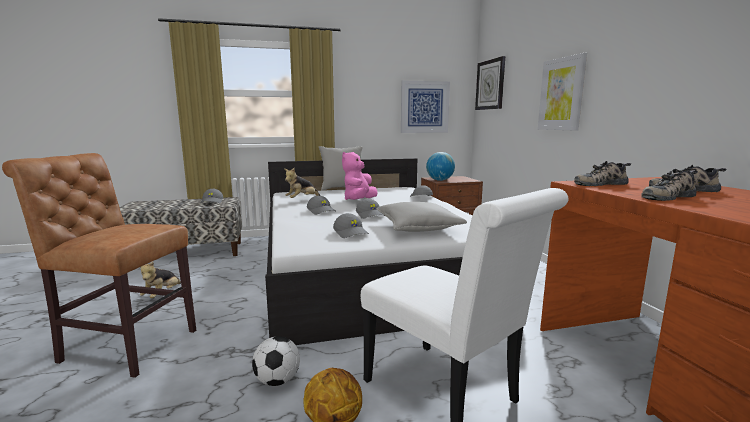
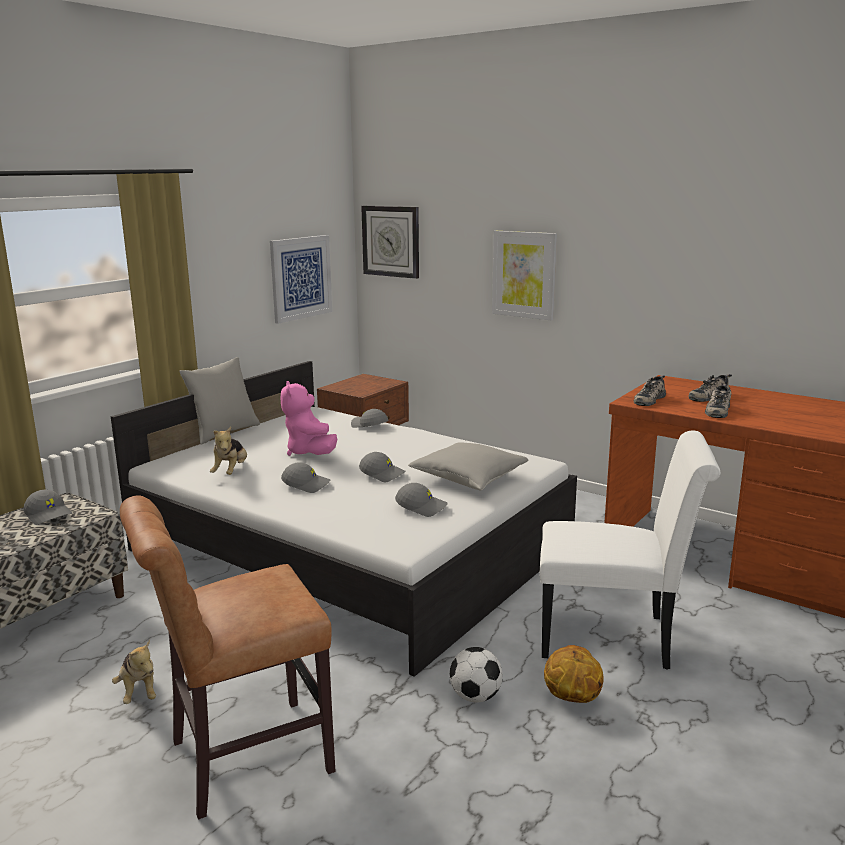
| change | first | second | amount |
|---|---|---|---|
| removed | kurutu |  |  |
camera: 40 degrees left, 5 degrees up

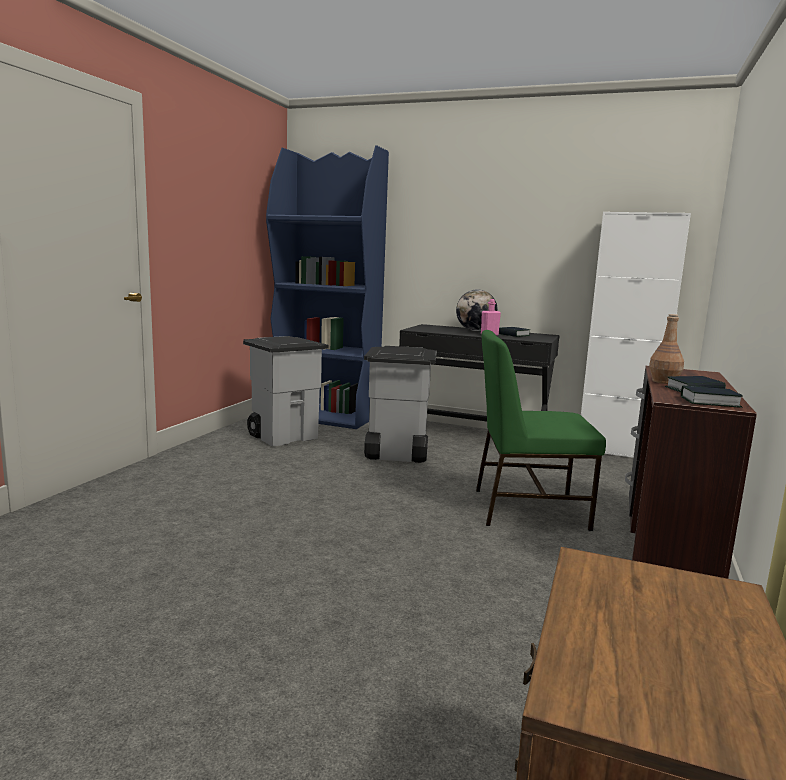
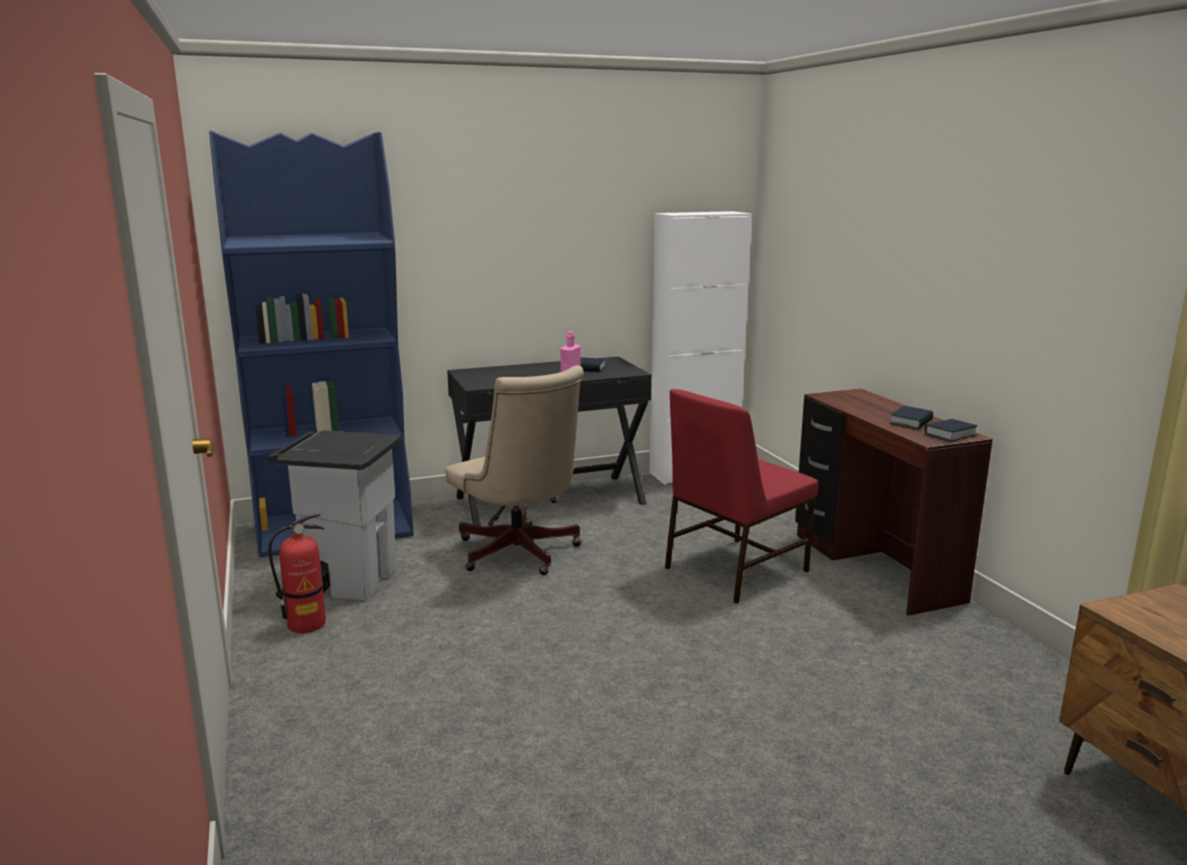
| change | first | second | amount |
|---|---|---|---|
| replaced | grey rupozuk (2nd from left) | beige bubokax |  |
| removed | kurutu |  |  |
| recoloured | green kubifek | red kubifek |  |
| removed | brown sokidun |  |  |
| added |  | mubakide |  |
camera: 40 degrees left, 5 degrees up

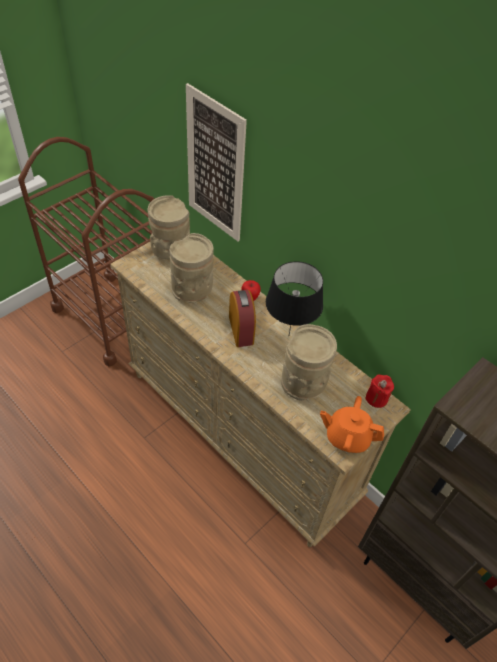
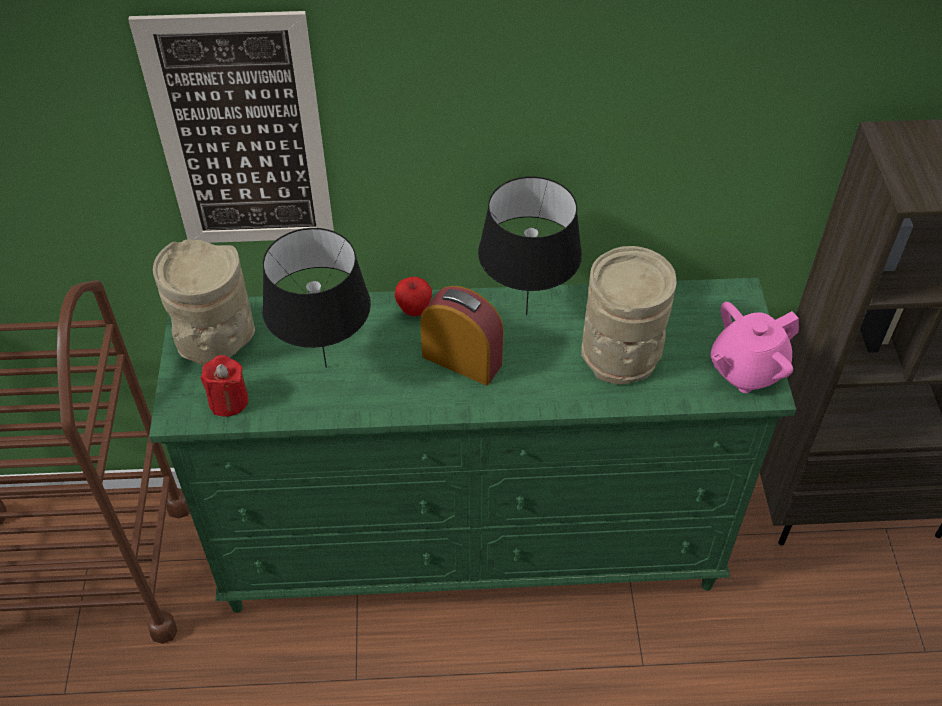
| change | first | second | amount |
|---|---|---|---|
| recoloured | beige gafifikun | green gafifikun |  |
| replaced | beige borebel (2nd from left) | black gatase (1st from left) |  |
| recoloured | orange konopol | pink konopol |  |
| moved | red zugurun |  |  |
camera: 45 degrees left, 0 degrees up

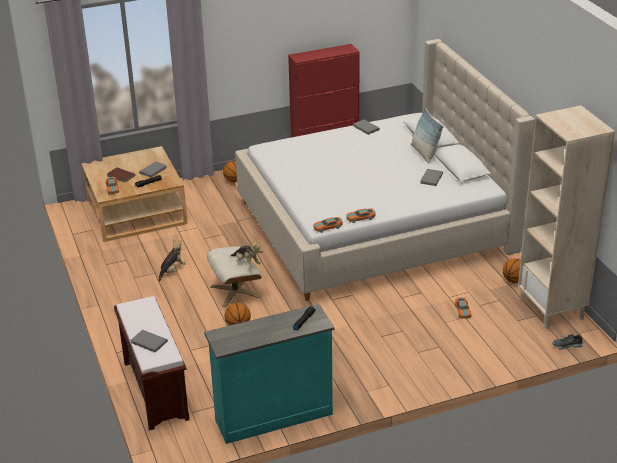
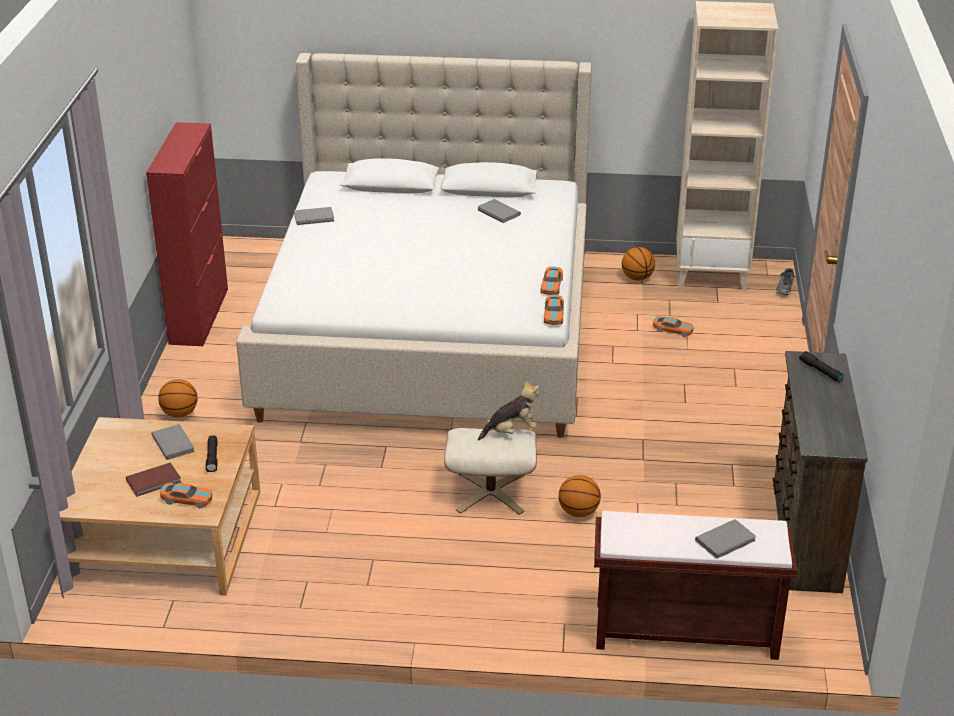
| change | first | second | amount |
|---|---|---|---|
| removed | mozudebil (1st from left) |  |  |
| recoloured | turquoise gafifikun | brown gafifikun |  |
| removed | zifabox |  |  |
camera: 65 degrees left, 0 degrees up

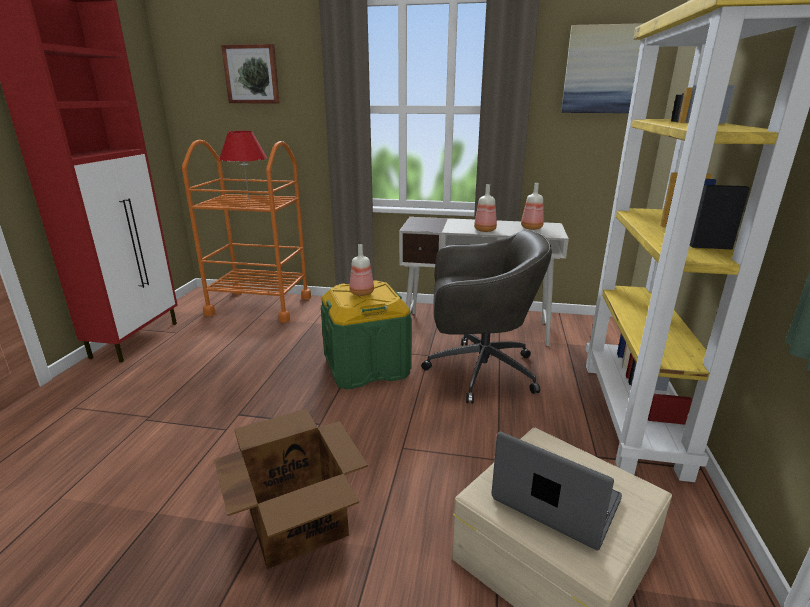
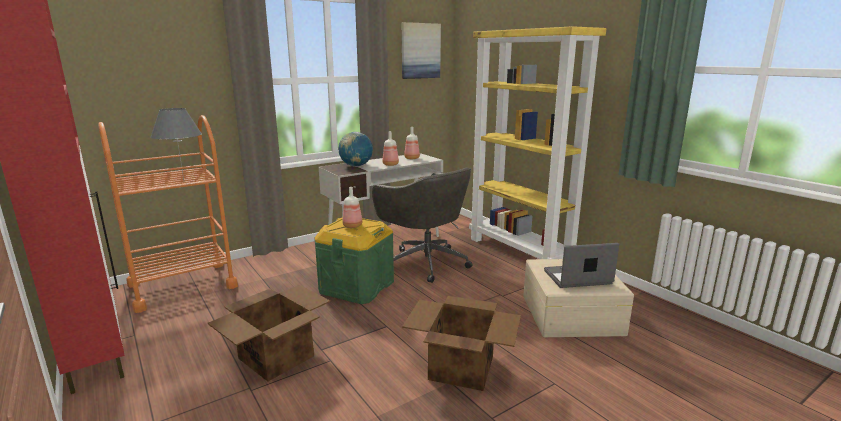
| change | first | second | amount |
|---|---|---|---|
| recoloured | red gatase | grey gatase |  |
| removed | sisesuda (1st from left) |  |  |
| turned | grey bubokax |  | 90 degrees clockwise |
| added |  | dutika (1st from left) |  |
| added |  | kurutu |  |
camera: 45 degrees left, 5 degrees down

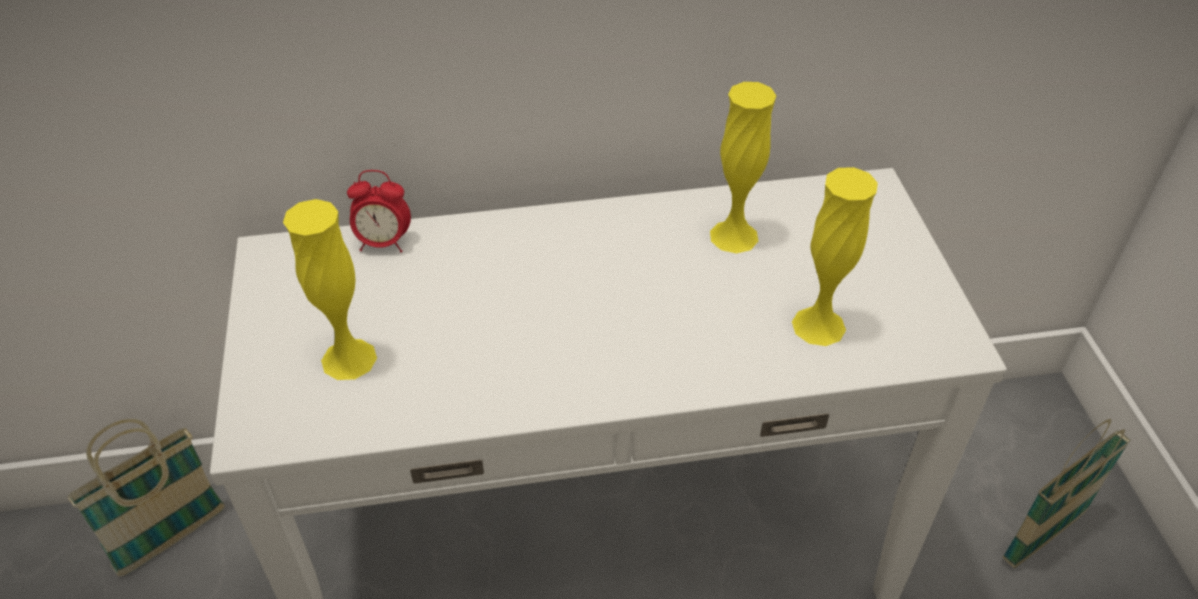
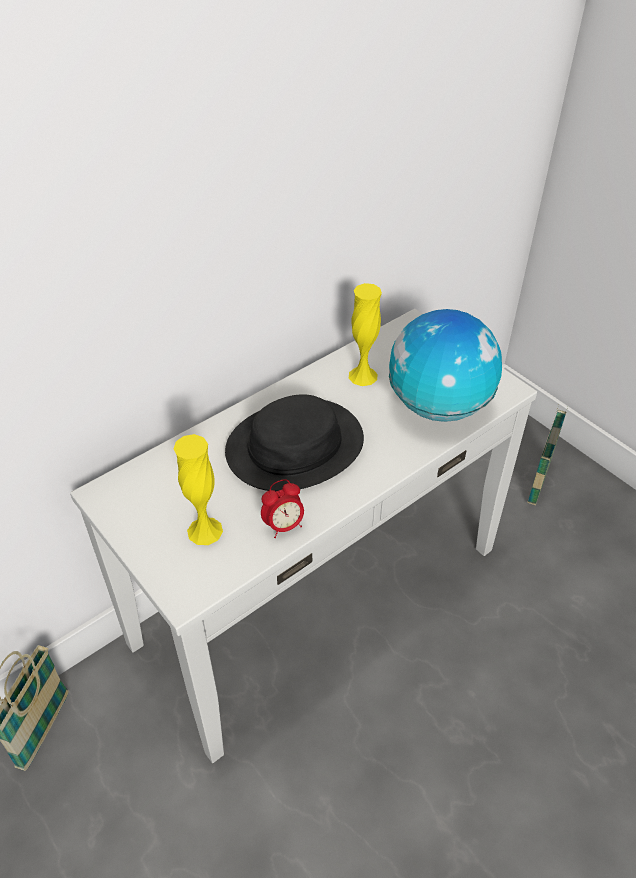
| change | first | second | amount |
|---|---|---|---|
| moved | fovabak |  |  |
| replaced | yellow borebel (3rd from left) | kurutu |  |
| added |  | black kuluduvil |  |
camera: 30 degrees left, 0 degrees up

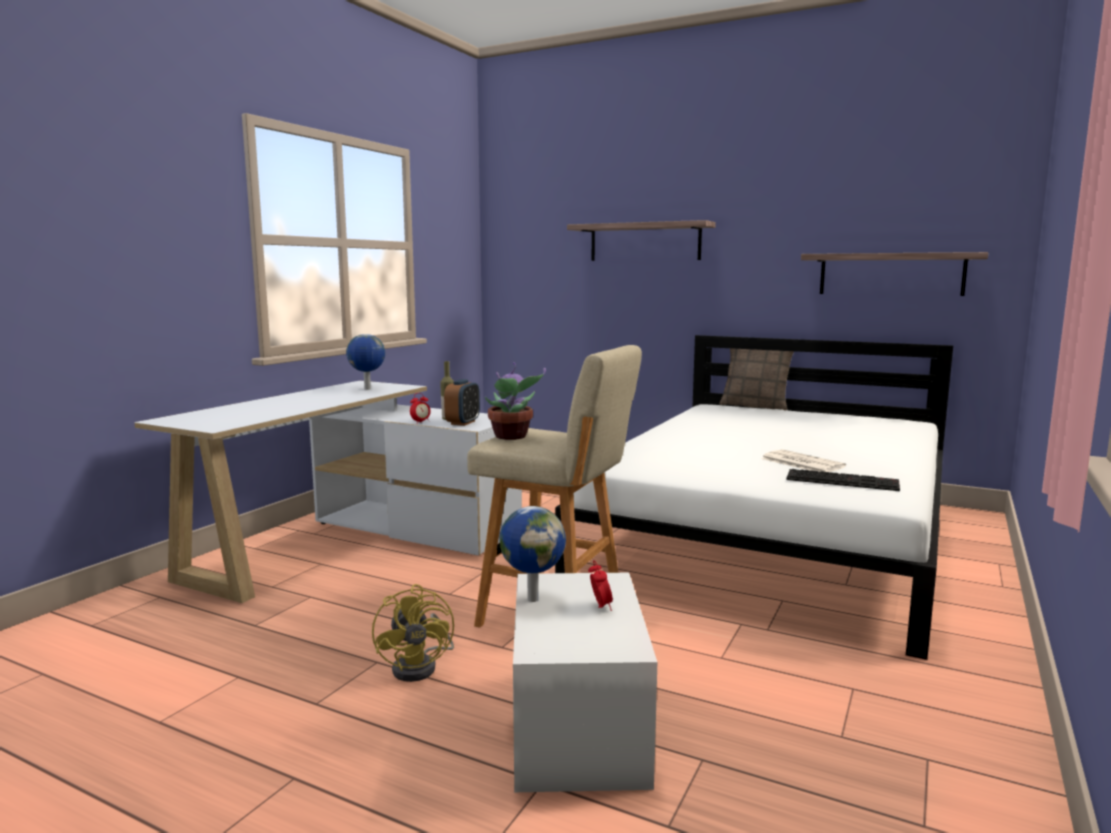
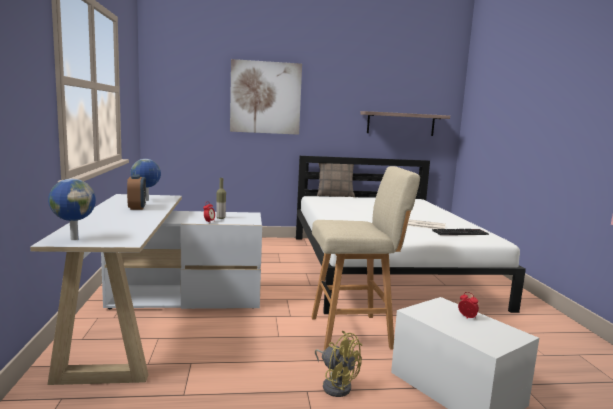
| change | first | second | amount |
|---|---|---|---|
| moved | fovabak (2nd from left in the first image) | fovabak (1st from left) |  |
| removed | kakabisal |  |  |
| moved | kurutu (2nd from left in the first image) | kurutu (1st from left) |  |
| replaced | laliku (1st from left) | sisesuda |  |
camera: 35 degrees left, 0 degrees up

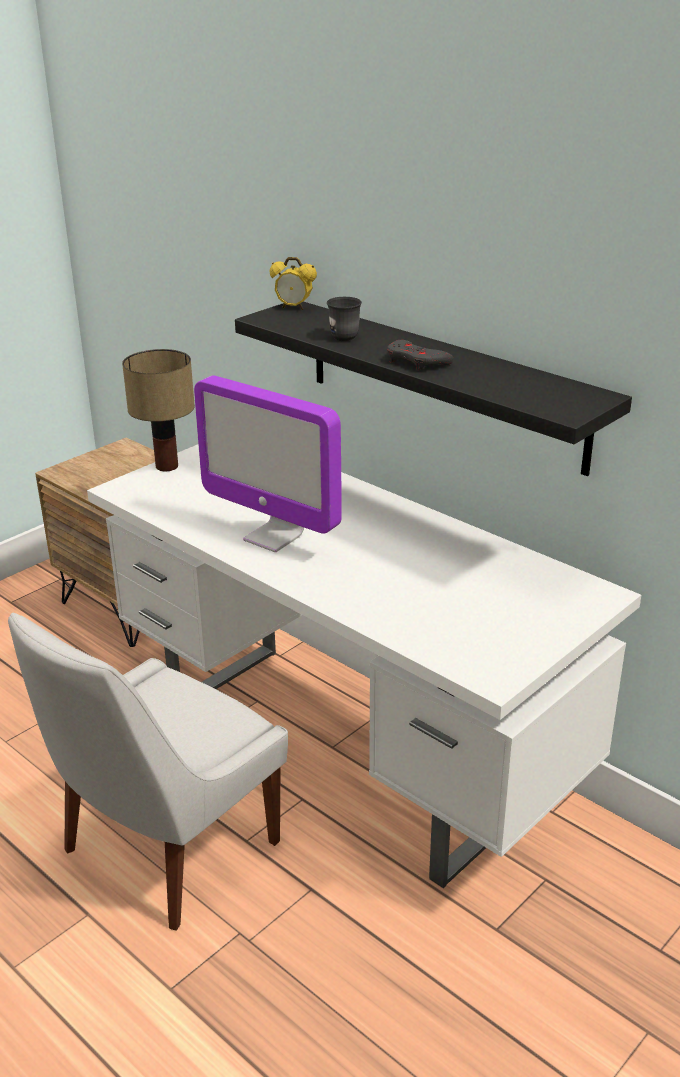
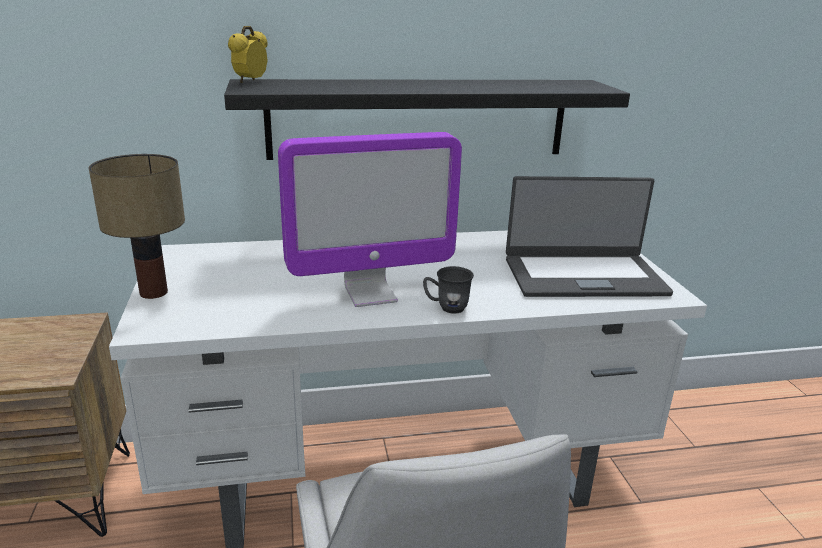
| change | first | second | amount |
|---|---|---|---|
| turned | fovabak |  | 150 degrees clockwise |
| moved | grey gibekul |  |  |
| removed | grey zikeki |  |  |
| added |  | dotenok |  |
camera: 55 degrees left, 5 degrees down

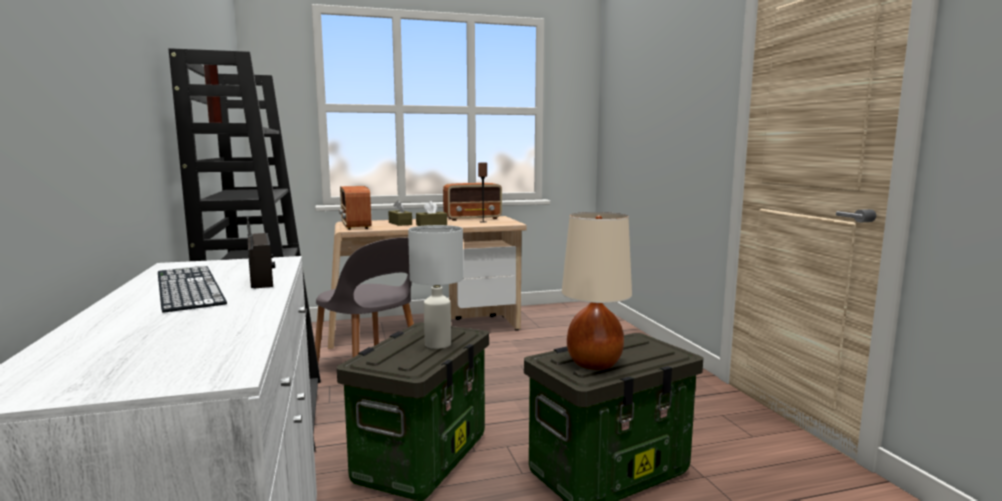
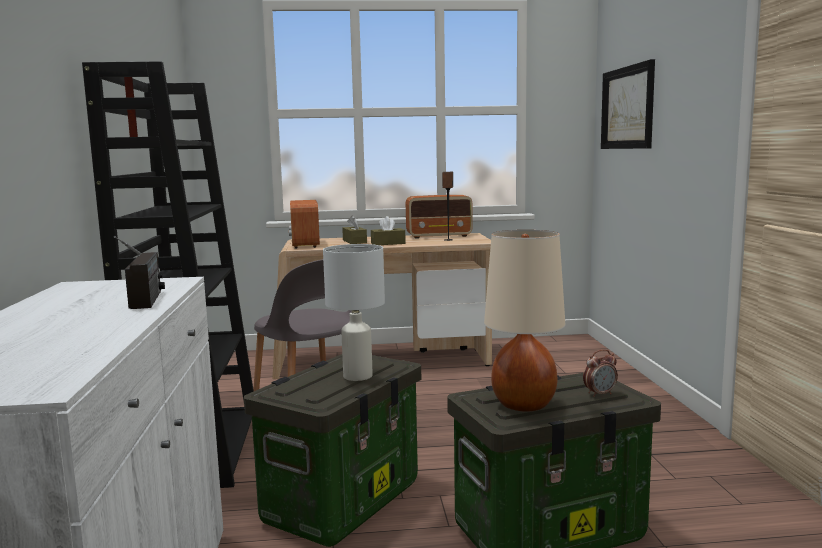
| change | first | second | amount |
|---|---|---|---|
| removed | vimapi |  |  |
| added |  | fovabak |  |
| added |  | sisesuda |  |
camera: 10 degrees right, 0 degrees up

